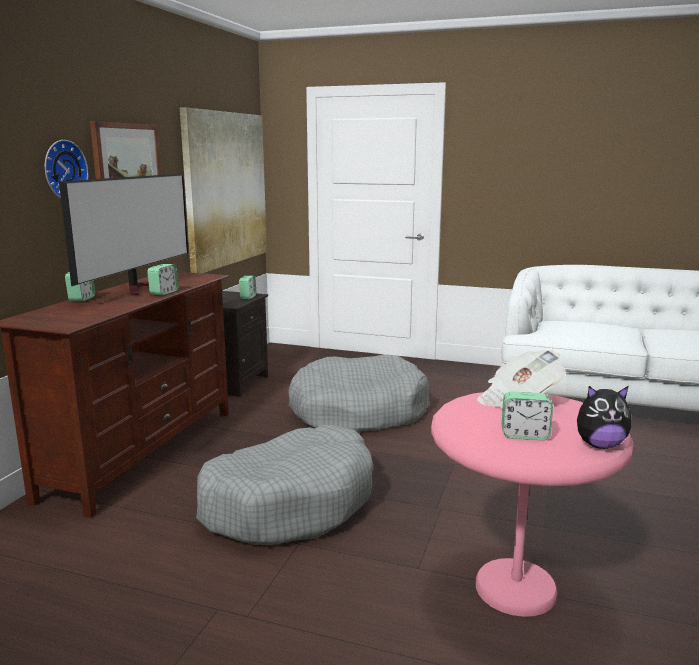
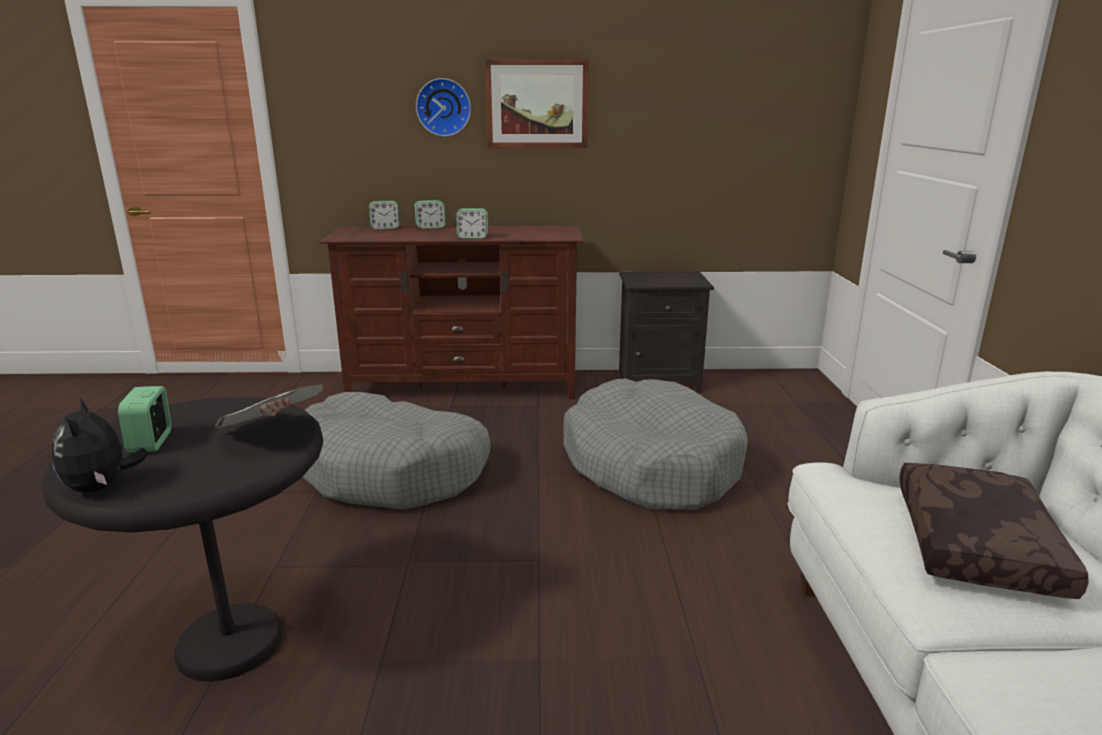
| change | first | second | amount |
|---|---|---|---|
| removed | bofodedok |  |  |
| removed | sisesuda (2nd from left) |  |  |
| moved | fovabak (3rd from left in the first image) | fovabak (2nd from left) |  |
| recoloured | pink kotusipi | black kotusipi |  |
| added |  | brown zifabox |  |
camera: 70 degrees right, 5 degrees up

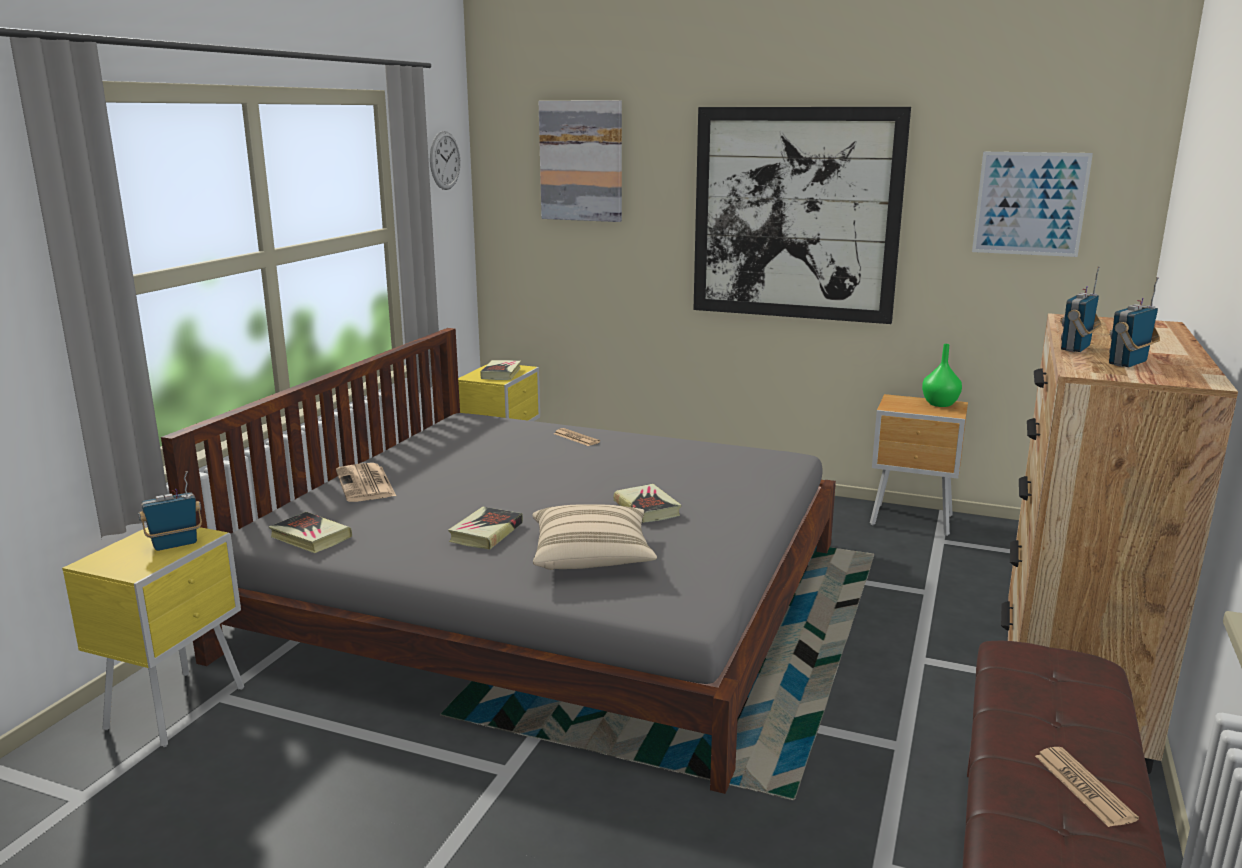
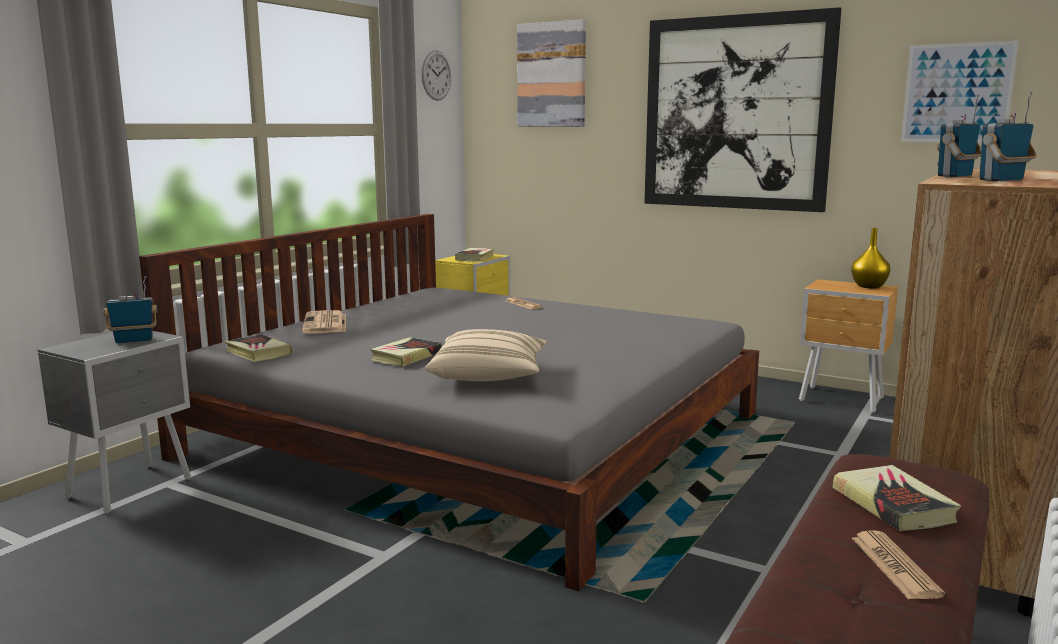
| change | first | second | amount |
|---|---|---|---|
| recoloured | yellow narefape (1st from left) | grey narefape |  |
| moved | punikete (4th from left) |  |  |
| recoloured | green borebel | yellow borebel |  |
camera: 10 degrees right, 5 degrees down

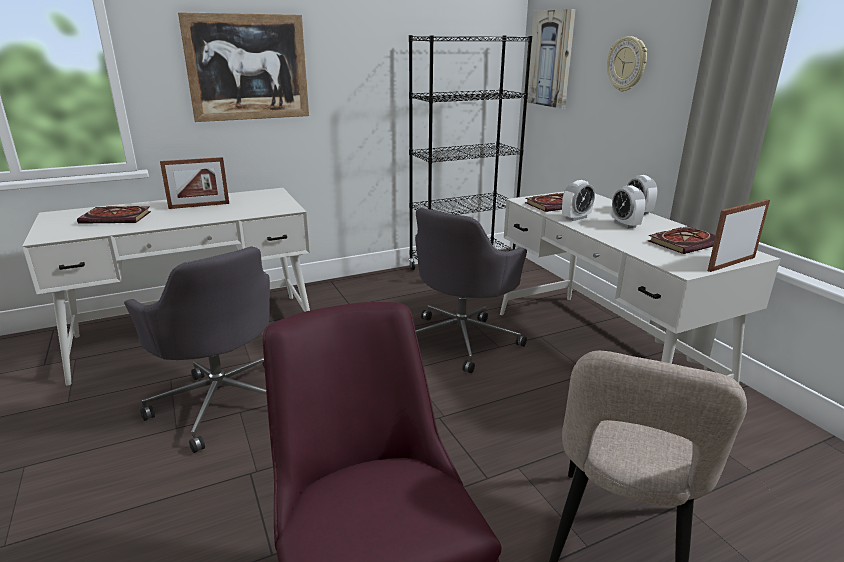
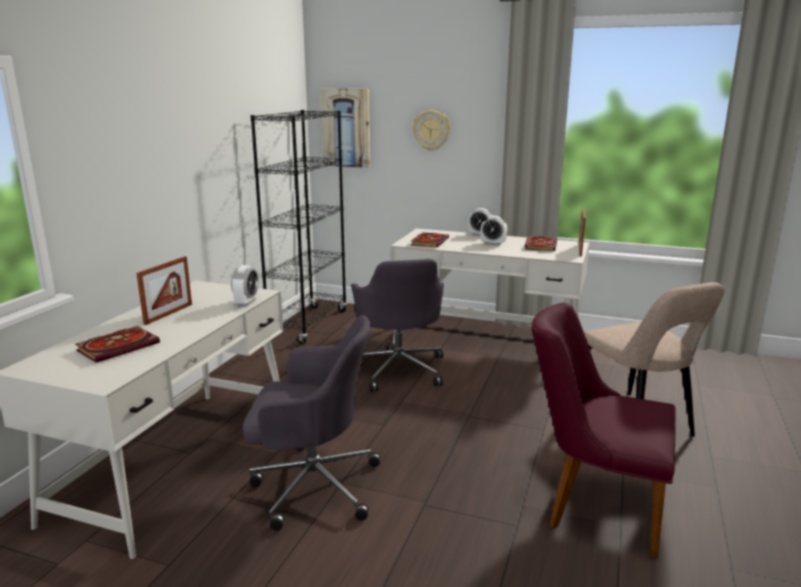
| change | first | second | amount |
|---|---|---|---|
| removed | sisesuda (1st from left) |  |  |
| moved | fovabak (1st from left) |  |  |
camera: 45 degrees left, 5 degrees down

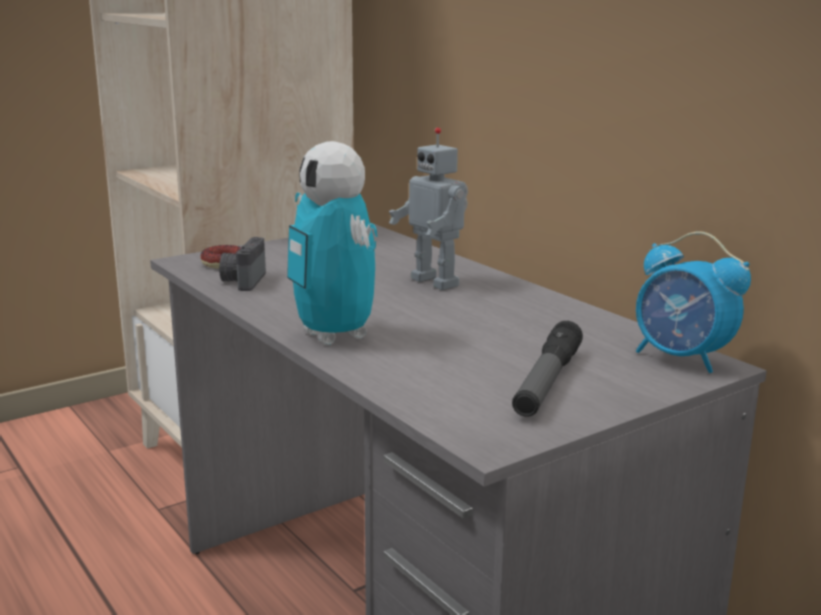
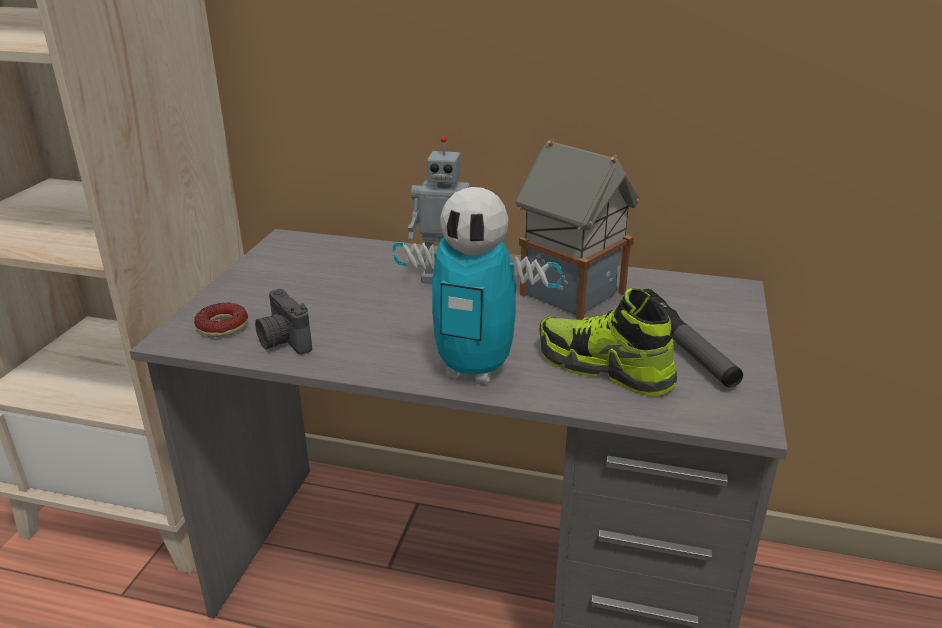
| change | first | second | amount |
|---|---|---|---|
| removed | fovabak |  |  |
| added |  | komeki |  |
| added |  | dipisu |  |
camera: 40 degrees left, 10 degrees up

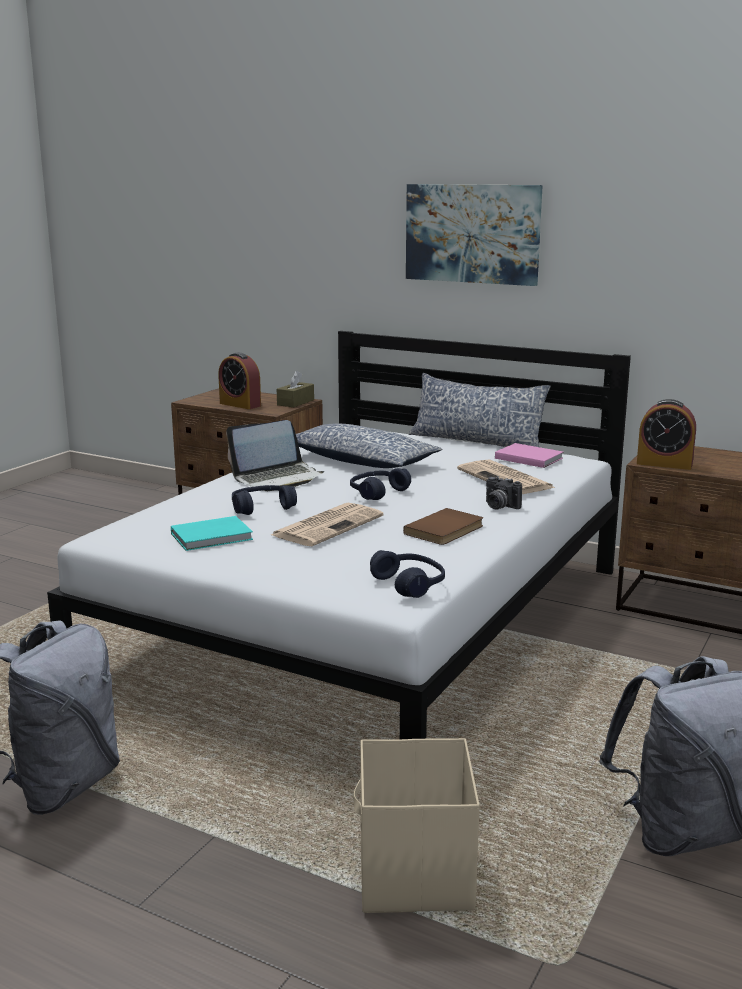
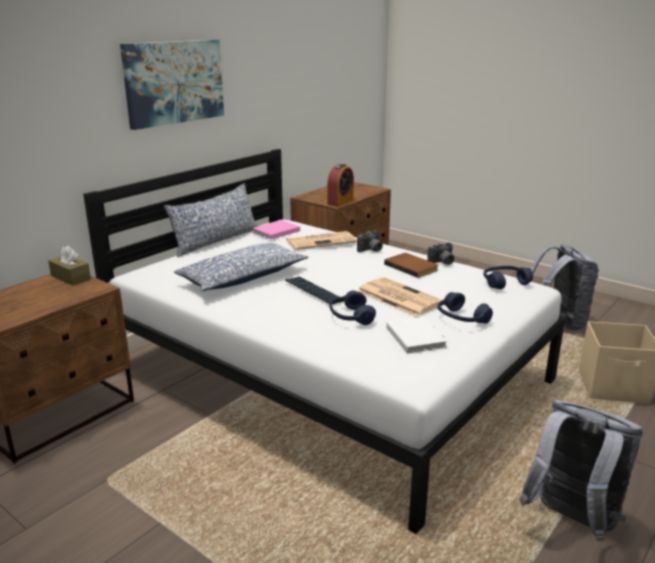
| change | first | second | amount |
|---|---|---|---|
| recoloured | turquoise punikete | white punikete |  |
| removed | fovabak (1st from left) |  |  |
| removed | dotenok |  |  |
| moved | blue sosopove (2nd from left) |  |  |
| added |  | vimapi |  |
| added |  | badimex (2nd from left) |  |
camera: 80 degrees left, 5 degrees up

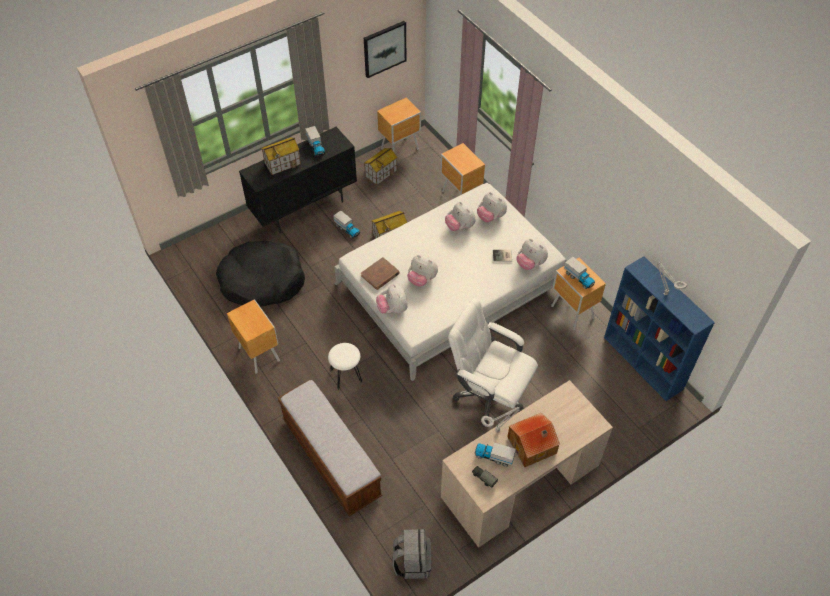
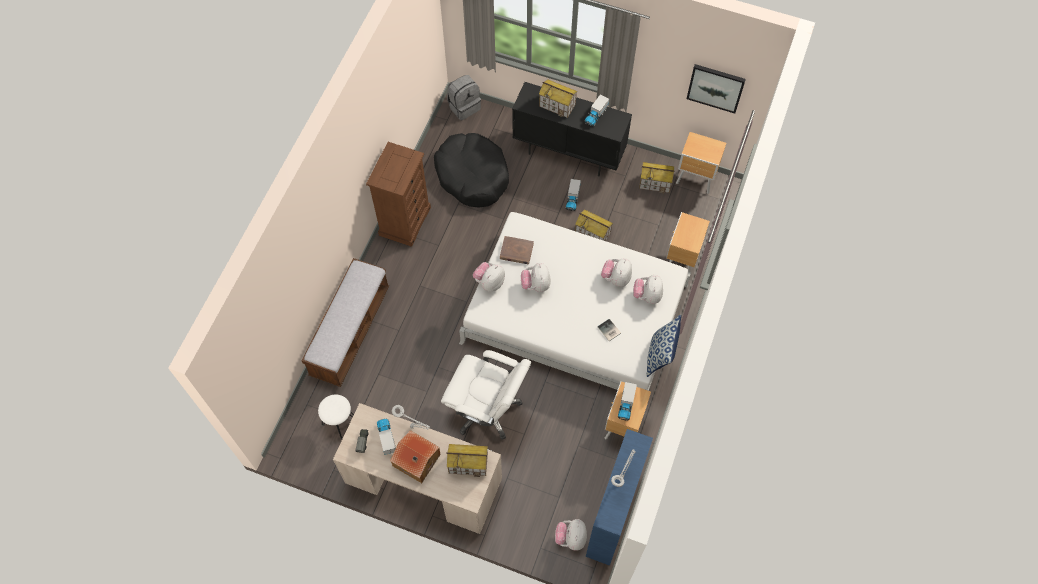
| change | first | second | amount |
|---|---|---|---|
| replaced | brown narefape (1st from left) | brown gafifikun |  |
| moved | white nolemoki |  |  |
| moved | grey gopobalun |  |  |
| turned | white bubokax |  | 120 degrees clockwise |
| moved | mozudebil (5th from left in the first image) | mozudebil (3rd from left) |  |
| added |  | komeki (2nd from left) |  |
| added |  | zifabox |  |
camera: 55 degrees right, 10 degrees up

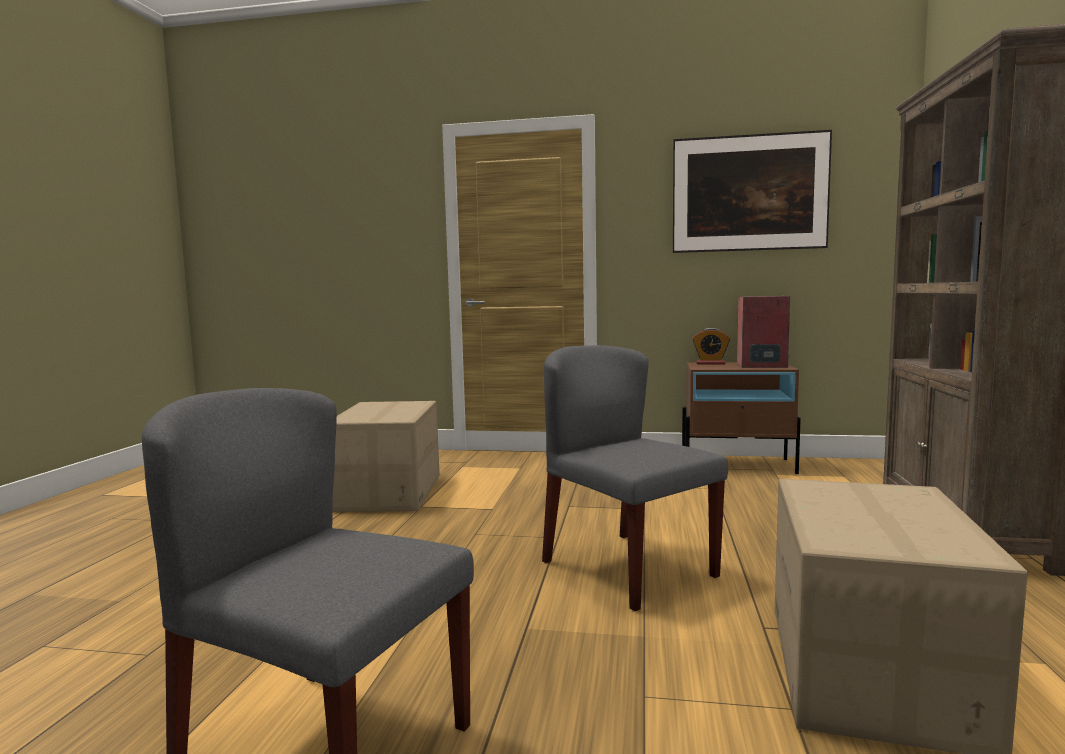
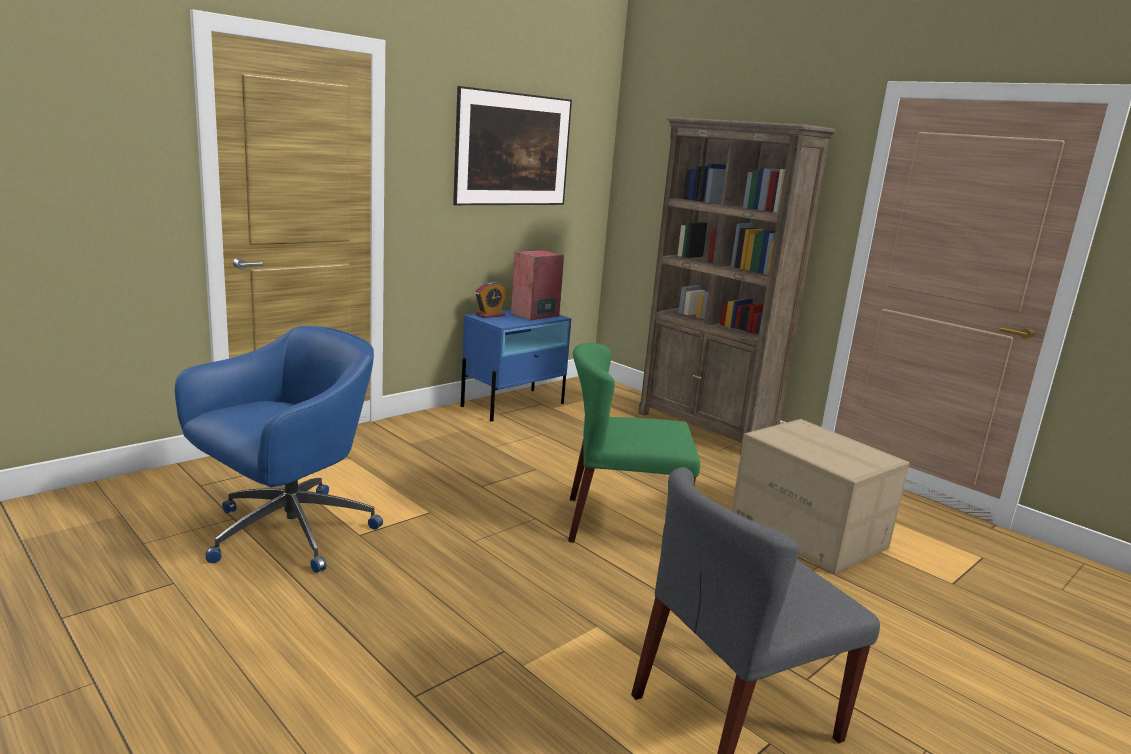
| change | first | second | amount |
|---|---|---|---|
| replaced | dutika (1st from left) | blue bubokax |  |
| recoloured | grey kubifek (2nd from left) | green kubifek |  |
| recoloured | brown narefape | blue narefape |  |
camera: 55 degrees left, 10 degrees up

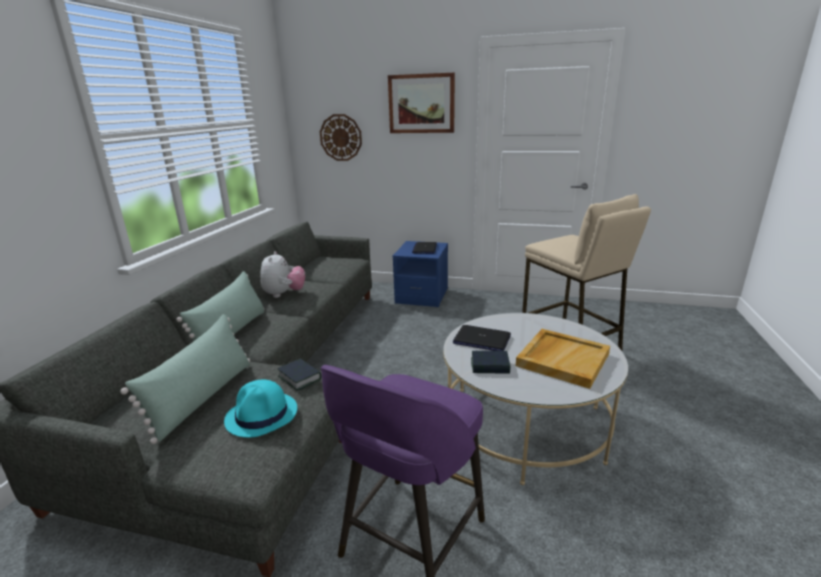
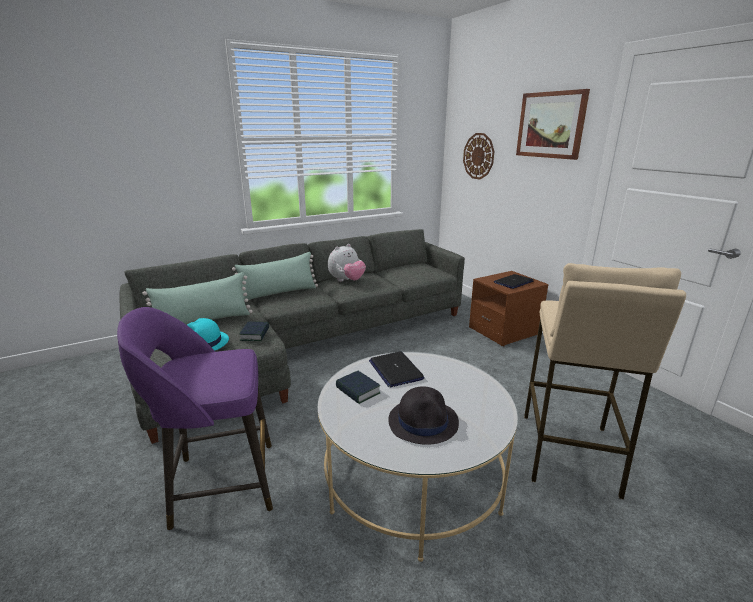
| change | first | second | amount |
|---|---|---|---|
| recoloured | blue narefape | brown narefape |  |
| replaced | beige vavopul | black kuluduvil |  |
camera: 45 degrees right, 0 degrees up

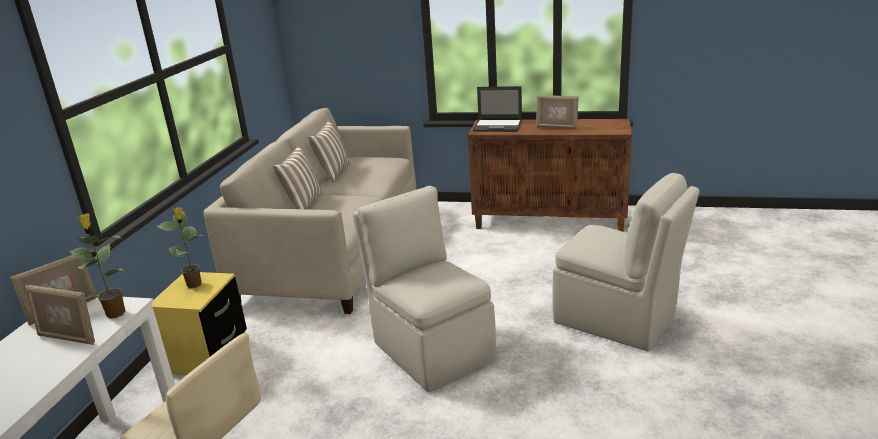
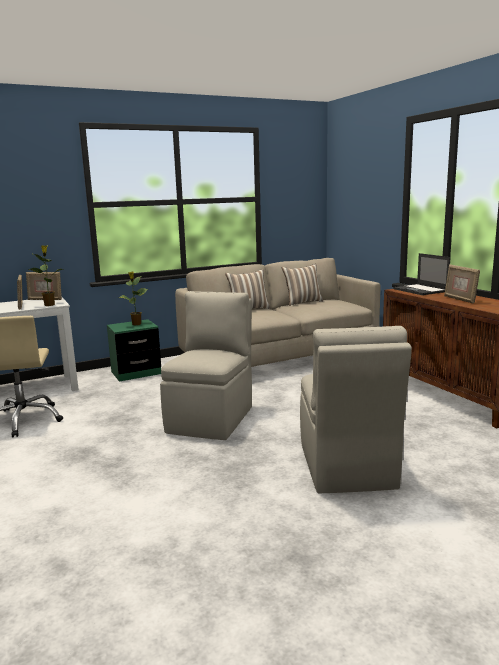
| change | first | second | amount |
|---|---|---|---|
| recoloured | yellow narefape | green narefape |  |
camera: 50 degrees right, 10 degrees down

